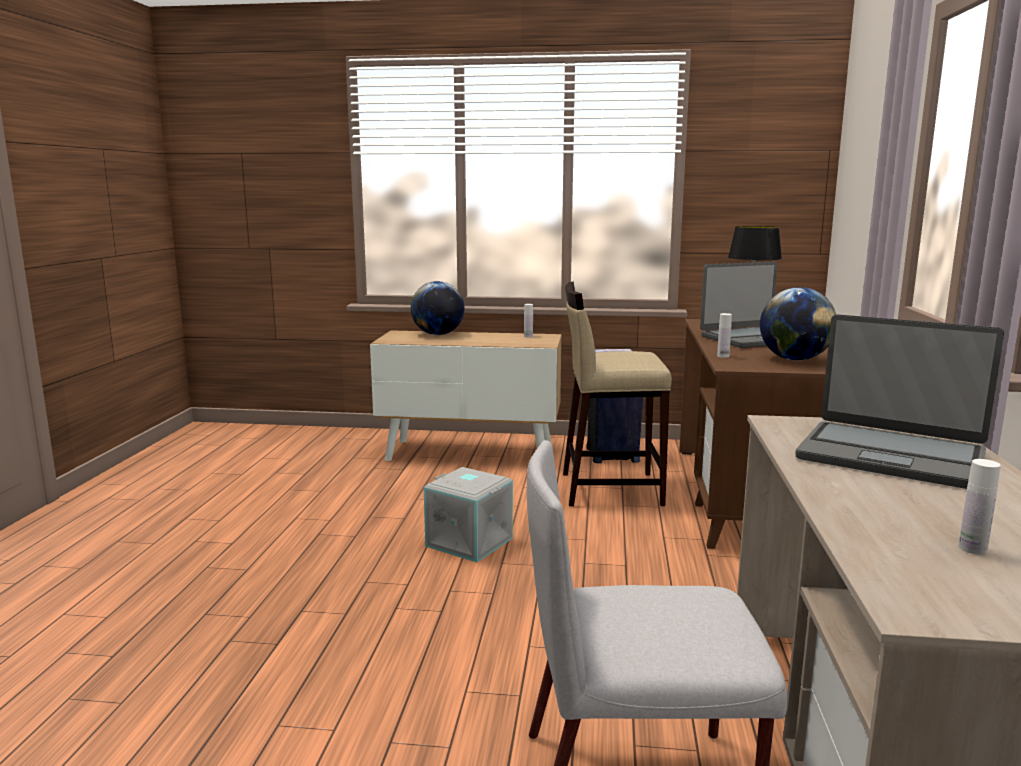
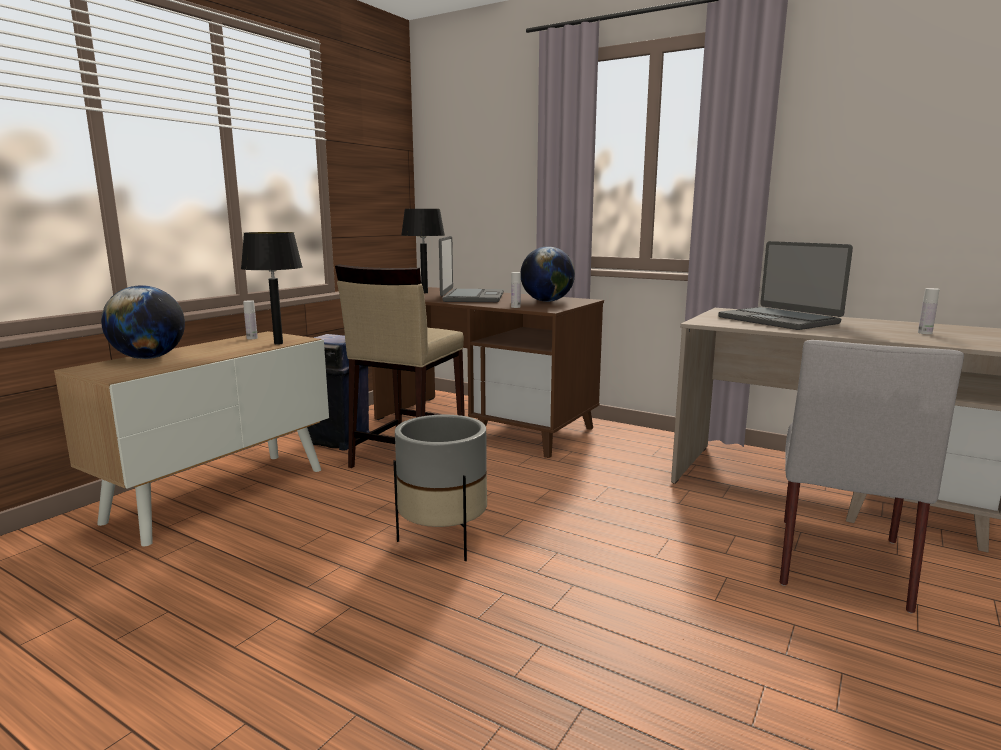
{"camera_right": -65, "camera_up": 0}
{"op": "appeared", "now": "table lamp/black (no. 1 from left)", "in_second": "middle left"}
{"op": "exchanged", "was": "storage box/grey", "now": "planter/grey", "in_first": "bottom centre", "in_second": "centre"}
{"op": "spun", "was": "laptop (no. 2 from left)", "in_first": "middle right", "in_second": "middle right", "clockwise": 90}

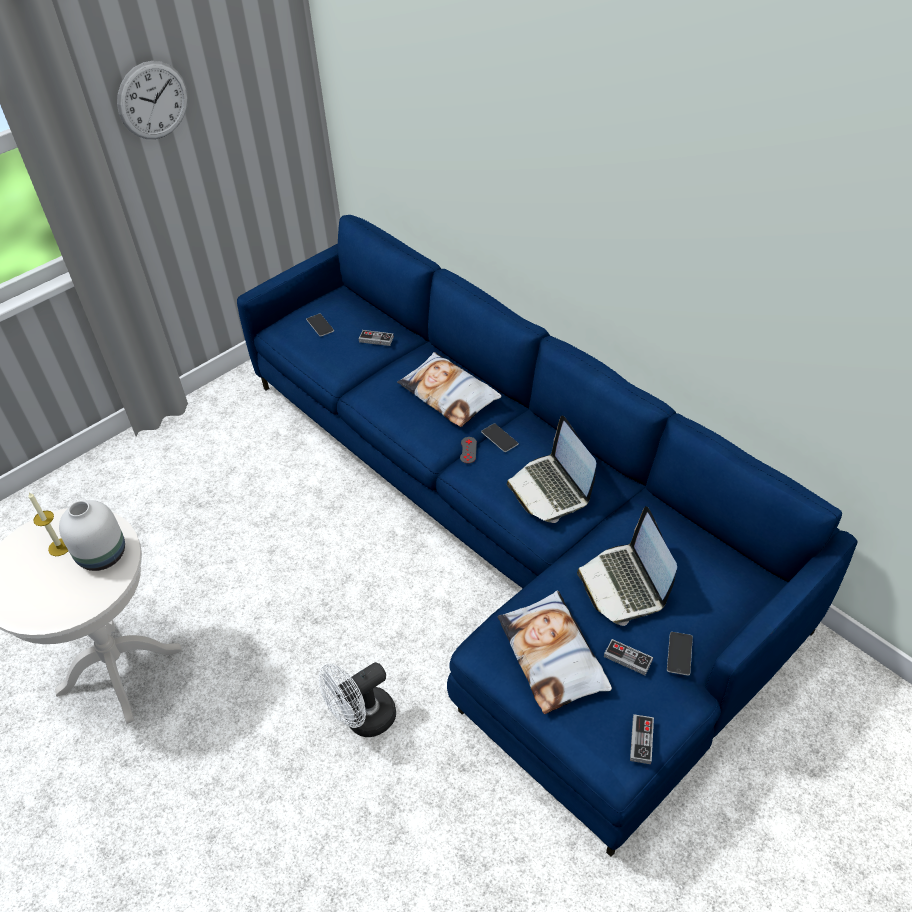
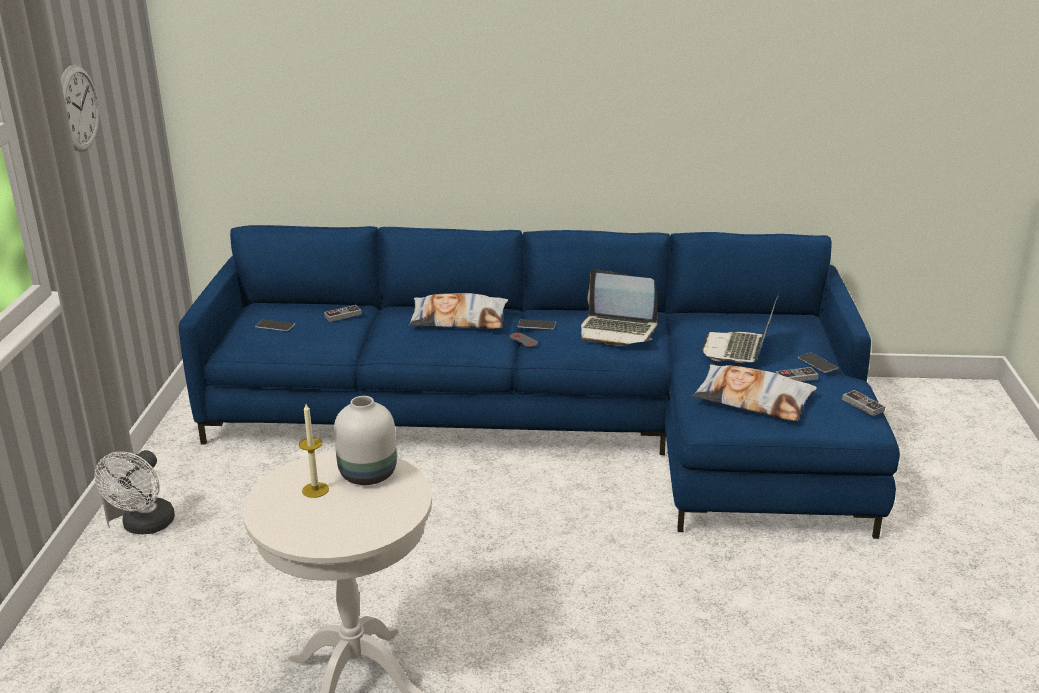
{"camera_right": -45, "camera_up": -20}
{"op": "relocated", "was": "fan/white", "in_first": "bottom centre", "in_second": "bottom left"}
{"op": "spun", "was": "laptop (no. 2 from left)", "in_first": "middle right", "in_second": "middle right", "clockwise": 75}

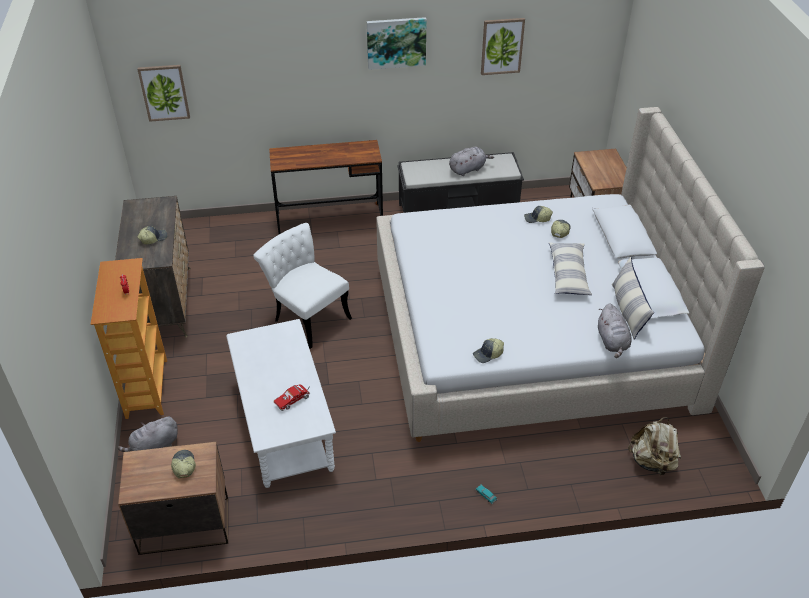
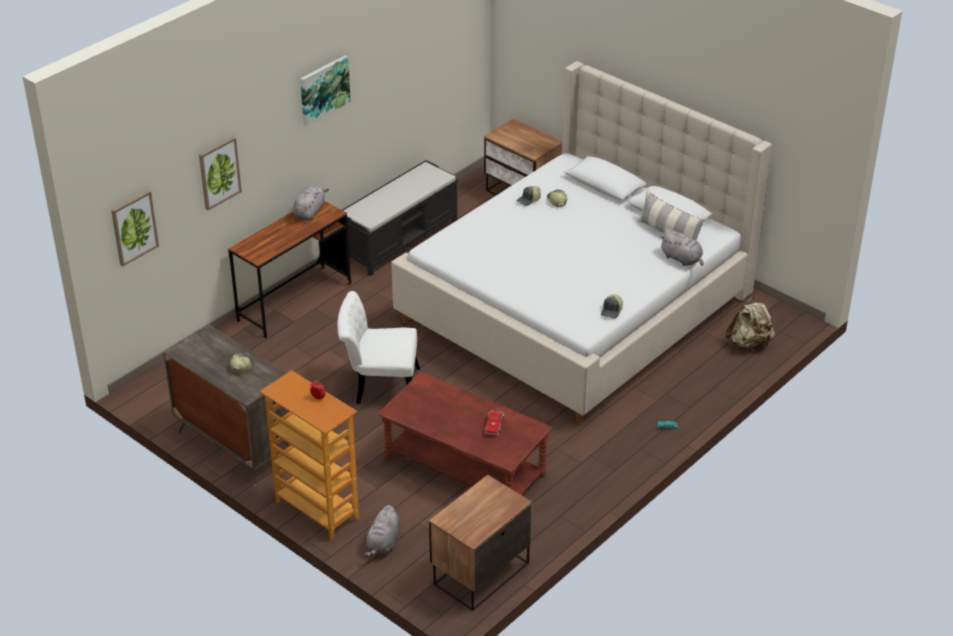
{"camera_right": -40, "camera_up": -5}
{"op": "missing", "was": "cap (no. 2 from left)", "in_first": "bottom left"}
{"op": "missing", "was": "pillow (no. 1 from left)", "in_first": "middle right"}
{"op": "relocated", "was": "plush toy/grey (no. 2 from left in the first image)", "now": "plush toy/grey (no. 1 from left)", "in_first": "top centre", "in_second": "top left"}
{"op": "relocated", "was": "picture (no. 3 from left in the first image)", "now": "picture (no. 2 from left)", "in_first": "top centre", "in_second": "top left"}
{"op": "colour", "was": "coffee table/white", "now": "coffee table/brown", "in_first": "bottom centre", "in_second": "bottom centre"}

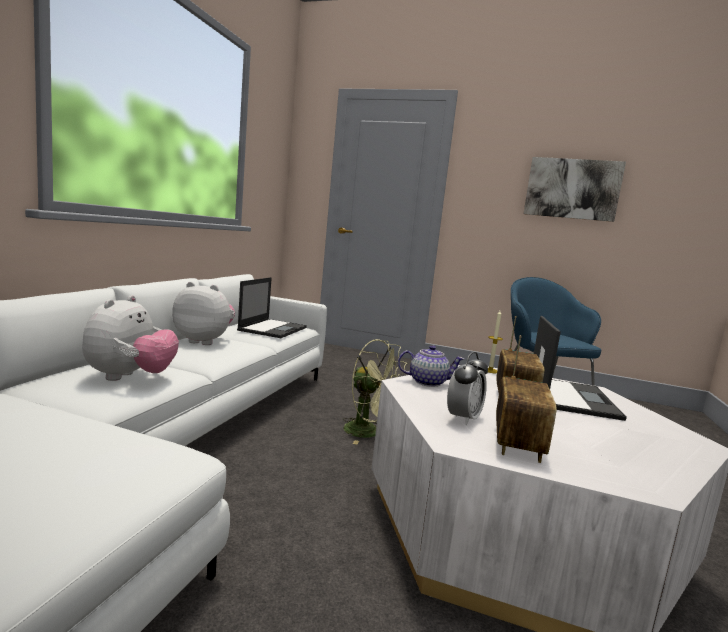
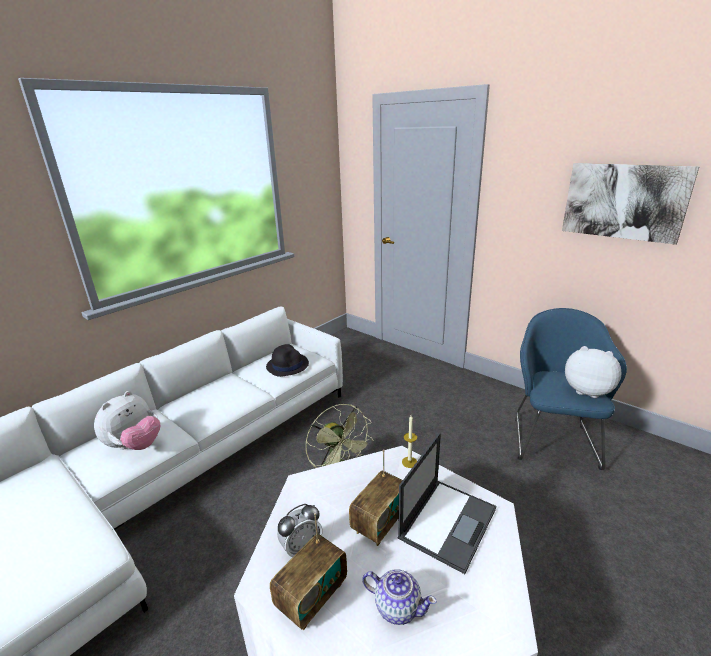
{"camera_right": 25, "camera_up": 15}
{"op": "relocated", "was": "plush toy (no. 2 from left)", "in_first": "middle left", "in_second": "middle right"}
{"op": "relocated", "was": "teapot", "in_first": "centre", "in_second": "bottom centre"}
{"op": "exchanged", "was": "laptop (no. 1 from left)", "now": "hat/black", "in_first": "centre", "in_second": "centre"}

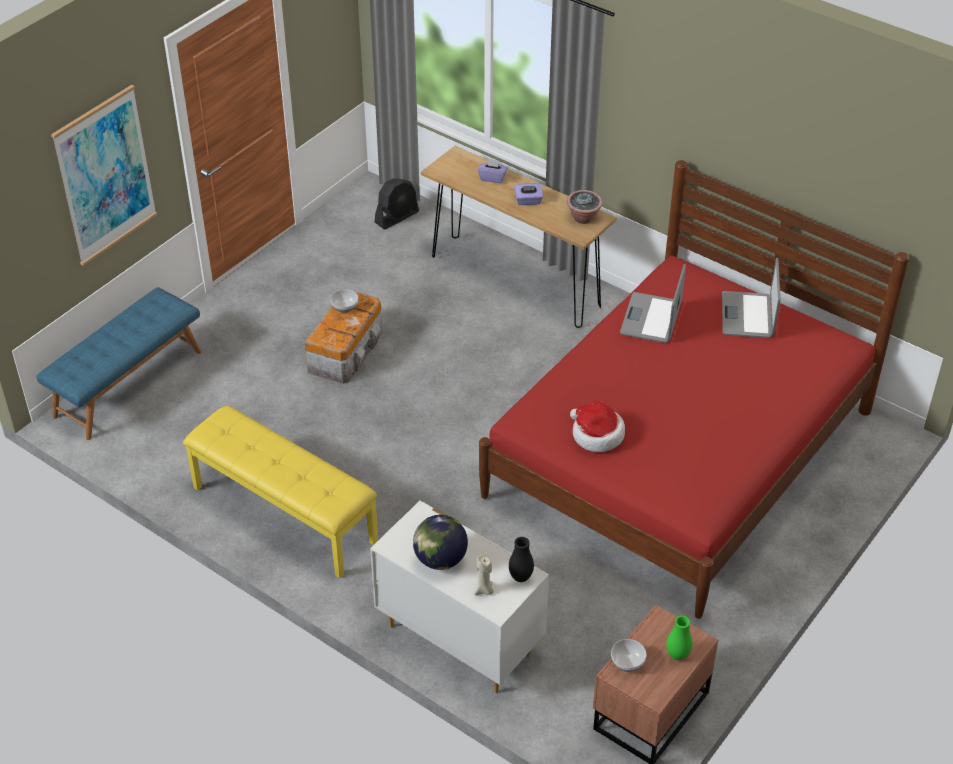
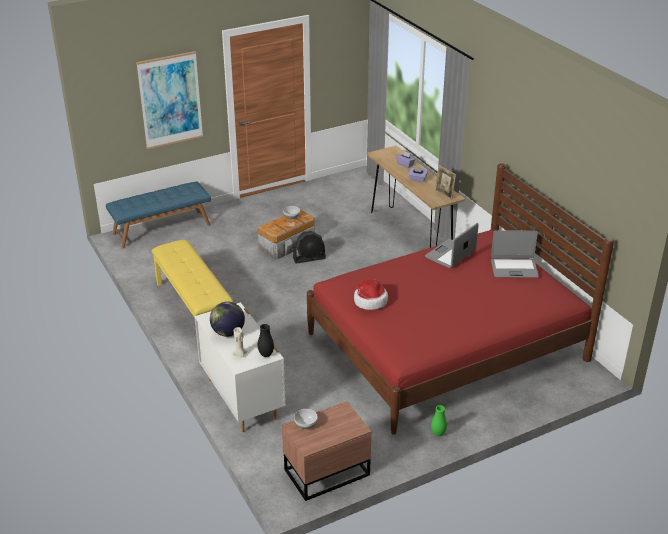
{"camera_right": 25, "camera_up": -10}
{"op": "relocated", "was": "fan/black", "in_first": "top centre", "in_second": "centre"}
{"op": "relocated", "was": "vase/green", "in_first": "bottom right", "in_second": "bottom centre"}
{"op": "exchanged", "was": "potted plant", "now": "picture frame", "in_first": "top centre", "in_second": "centre"}
{"op": "spun", "was": "laptop (no. 2 from left)", "in_first": "middle right", "in_second": "middle right", "clockwise": -120}

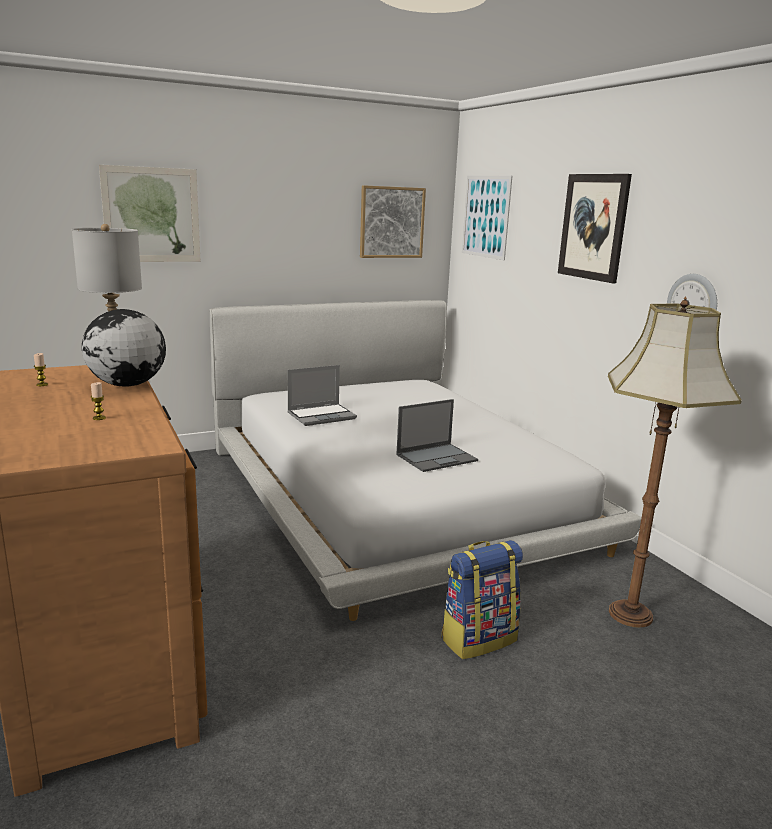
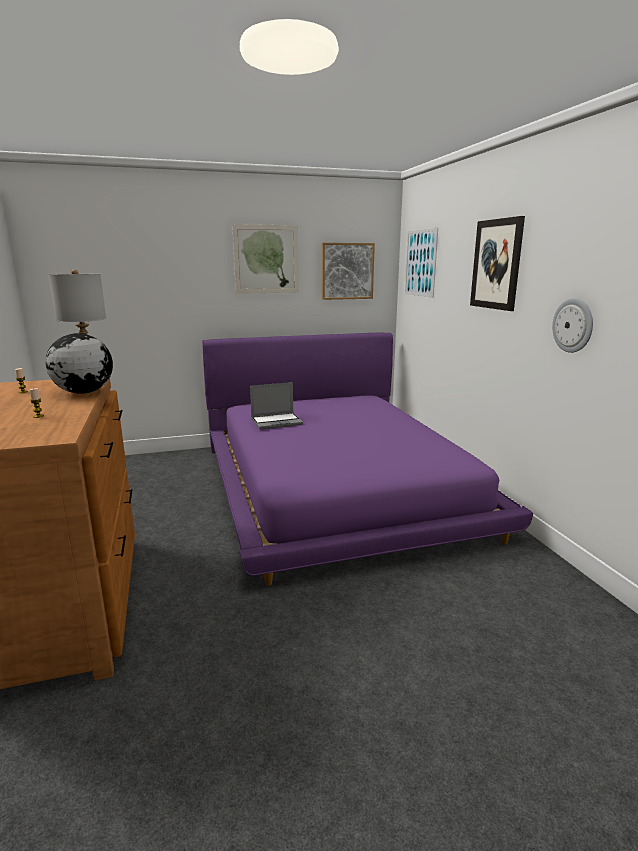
{"camera_right": 10, "camera_up": 0}
{"op": "missing", "was": "laptop (no. 2 from left)", "in_first": "centre"}
{"op": "missing", "was": "backpack", "in_first": "bottom centre"}
{"op": "missing", "was": "floor lamp", "in_first": "middle right"}
{"op": "relocated", "was": "picture (no. 1 from left)", "in_first": "top left", "in_second": "top centre"}
{"op": "colour", "was": "bed/white", "now": "bed/purple", "in_first": "centre", "in_second": "centre"}

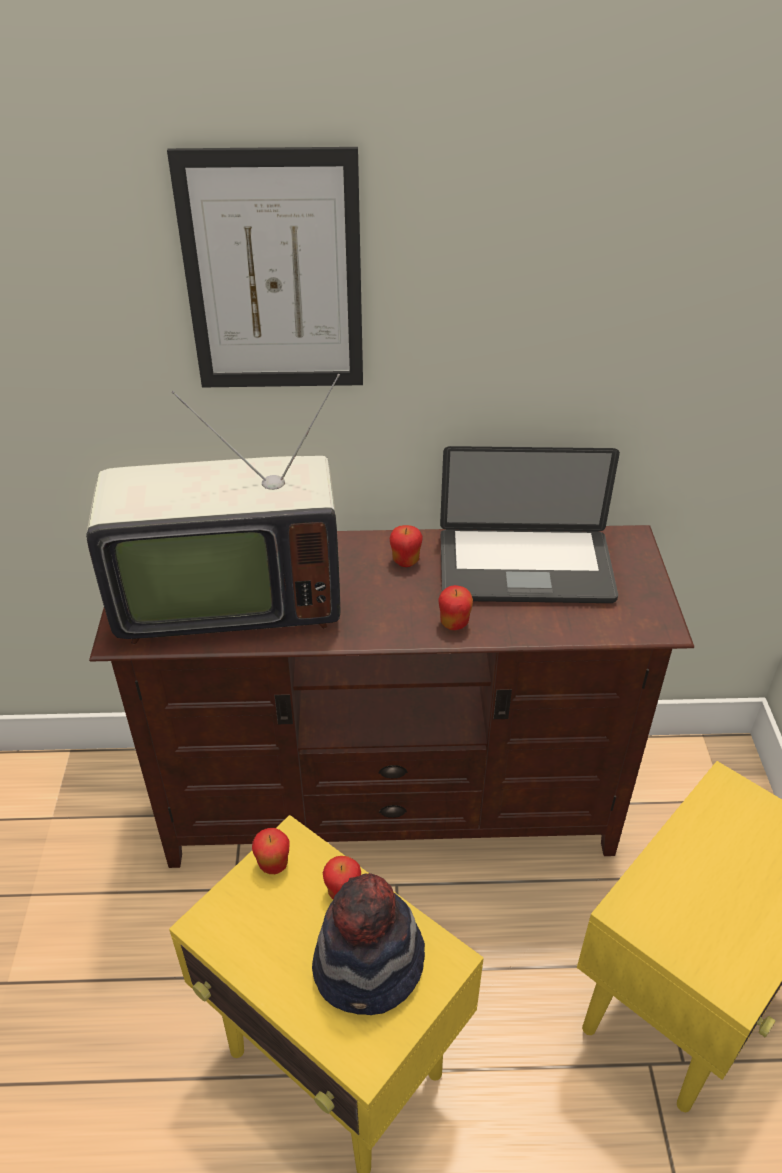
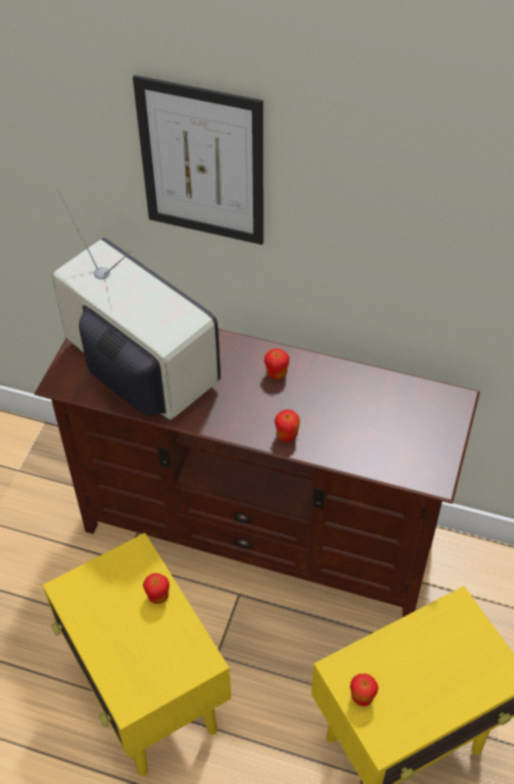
{"camera_right": 20, "camera_up": 10}
{"op": "missing", "was": "hat", "in_first": "bottom centre"}
{"op": "missing", "was": "laptop", "in_first": "middle right"}
{"op": "relocated", "was": "apple (no. 1 from left in the first image)", "now": "apple (no. 4 from left)", "in_first": "bottom centre", "in_second": "bottom right"}
{"op": "spun", "was": "television", "in_first": "middle left", "in_second": "middle left", "clockwise": -150}

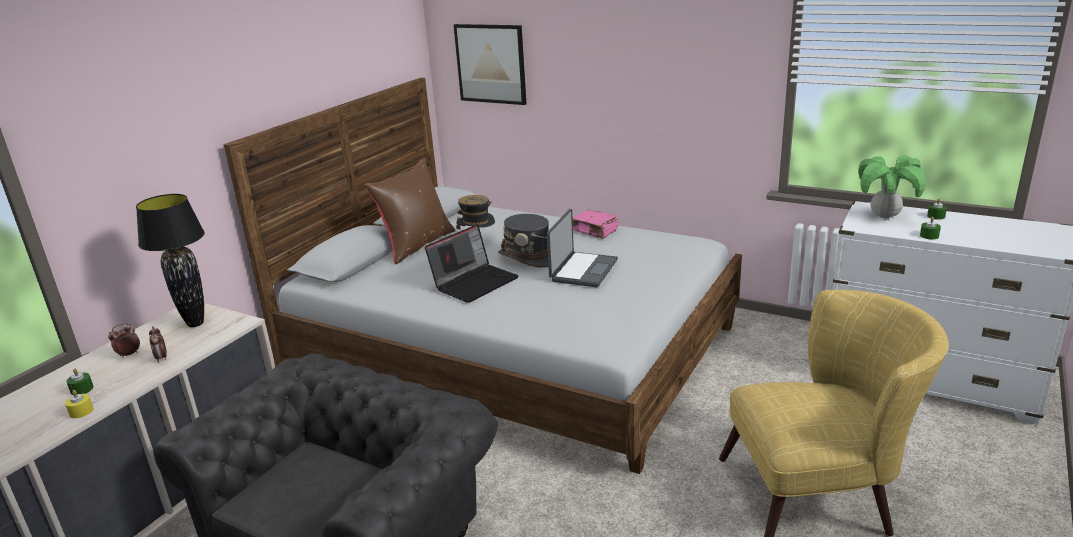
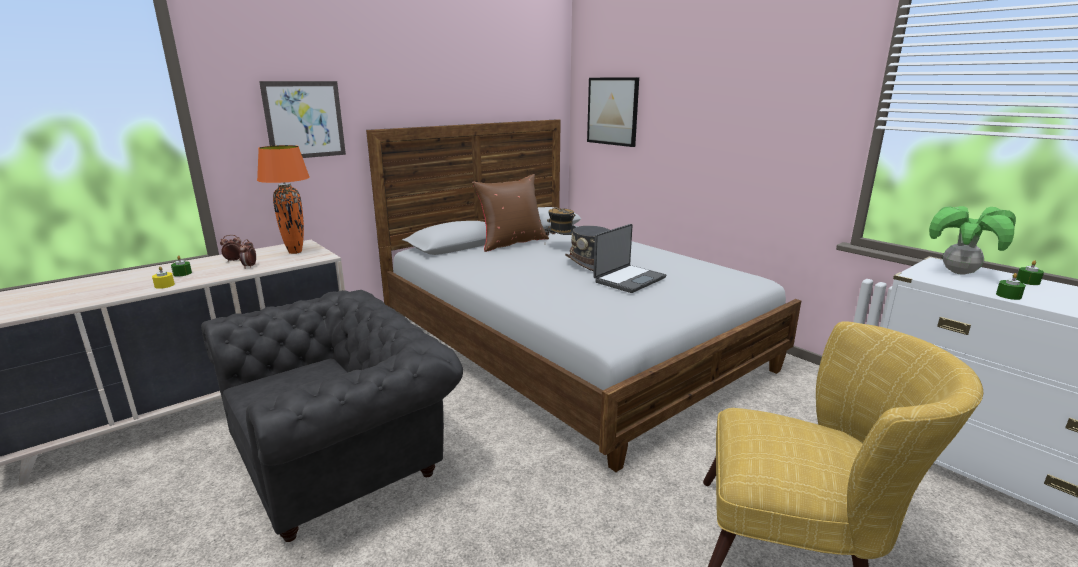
{"camera_right": 20, "camera_up": -5}
{"op": "missing", "was": "laptop (no. 1 from left)", "in_first": "centre"}
{"op": "missing", "was": "book/pink", "in_first": "centre"}
{"op": "appeared", "now": "picture (no. 1 from left)", "in_second": "top left"}
{"op": "colour", "was": "table lamp/black", "now": "table lamp/orange", "in_first": "middle left", "in_second": "middle left"}

